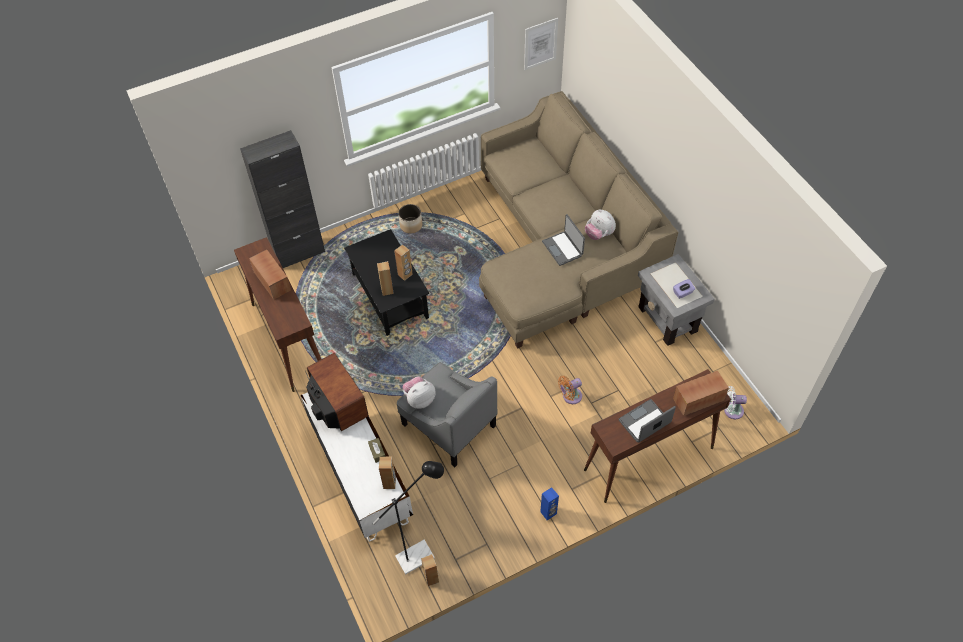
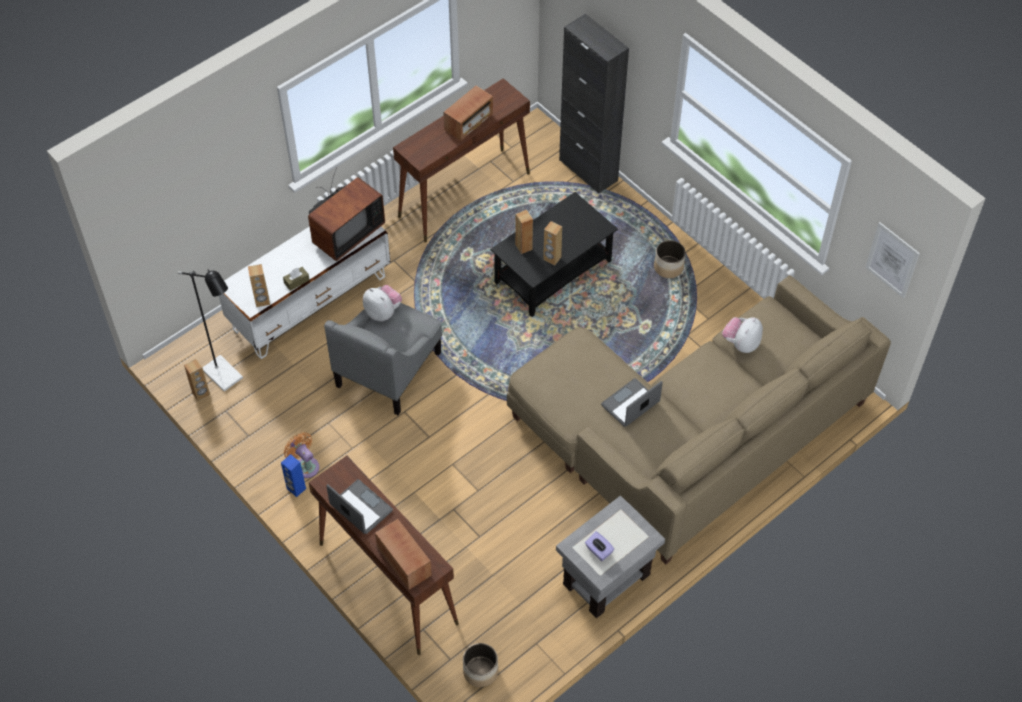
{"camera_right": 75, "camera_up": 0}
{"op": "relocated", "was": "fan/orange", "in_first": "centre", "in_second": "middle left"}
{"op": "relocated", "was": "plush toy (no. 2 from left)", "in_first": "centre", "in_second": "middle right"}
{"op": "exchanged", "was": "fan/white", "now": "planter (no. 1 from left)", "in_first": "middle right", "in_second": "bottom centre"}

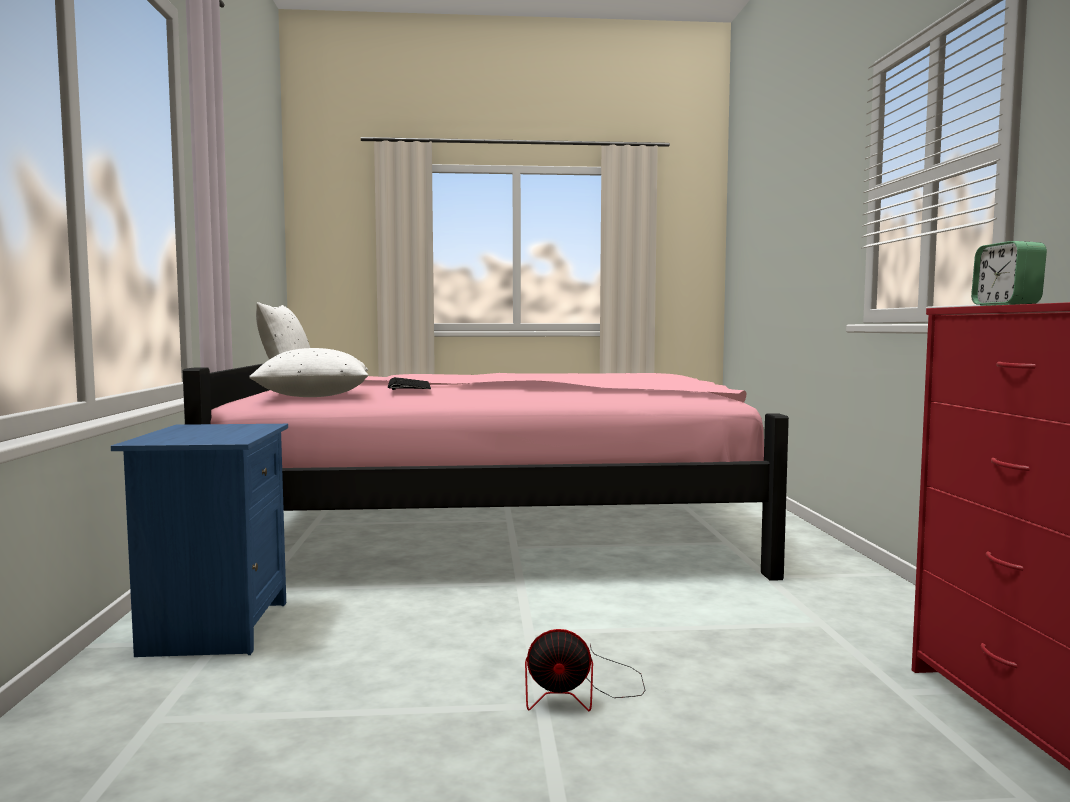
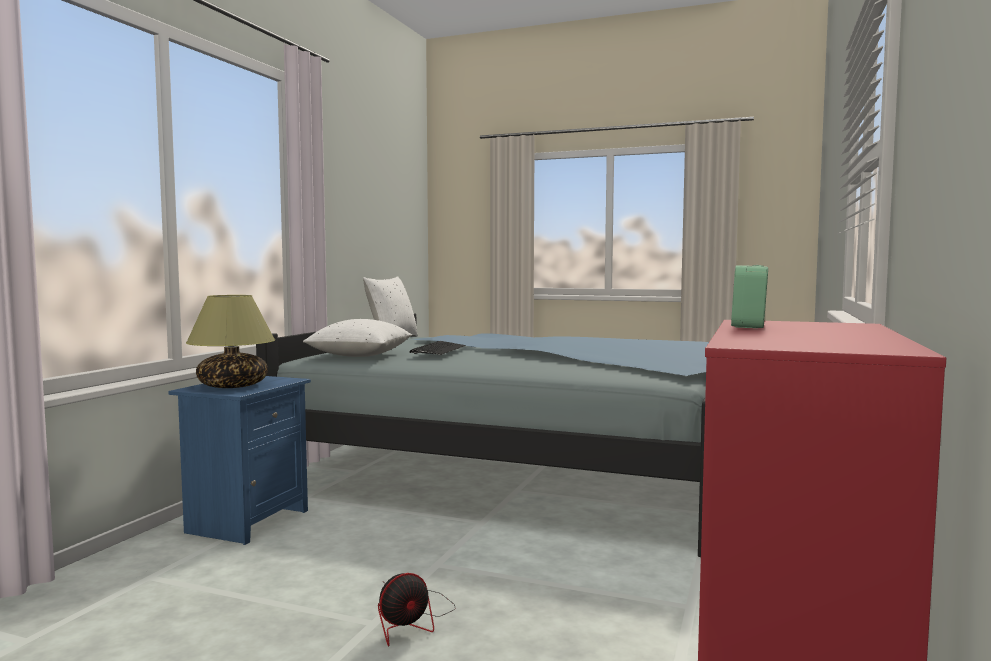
{"camera_right": 25, "camera_up": 0}
{"op": "appeared", "now": "table lamp", "in_second": "middle left"}
{"op": "colour", "was": "bed/pink", "now": "bed/blue", "in_first": "centre", "in_second": "centre"}
{"op": "spun", "was": "fan", "in_first": "bottom centre", "in_second": "bottom centre", "clockwise": -60}

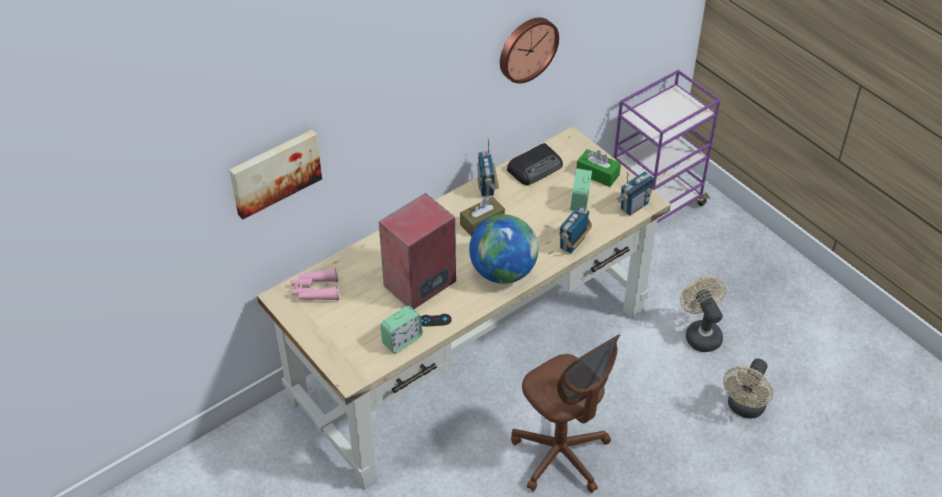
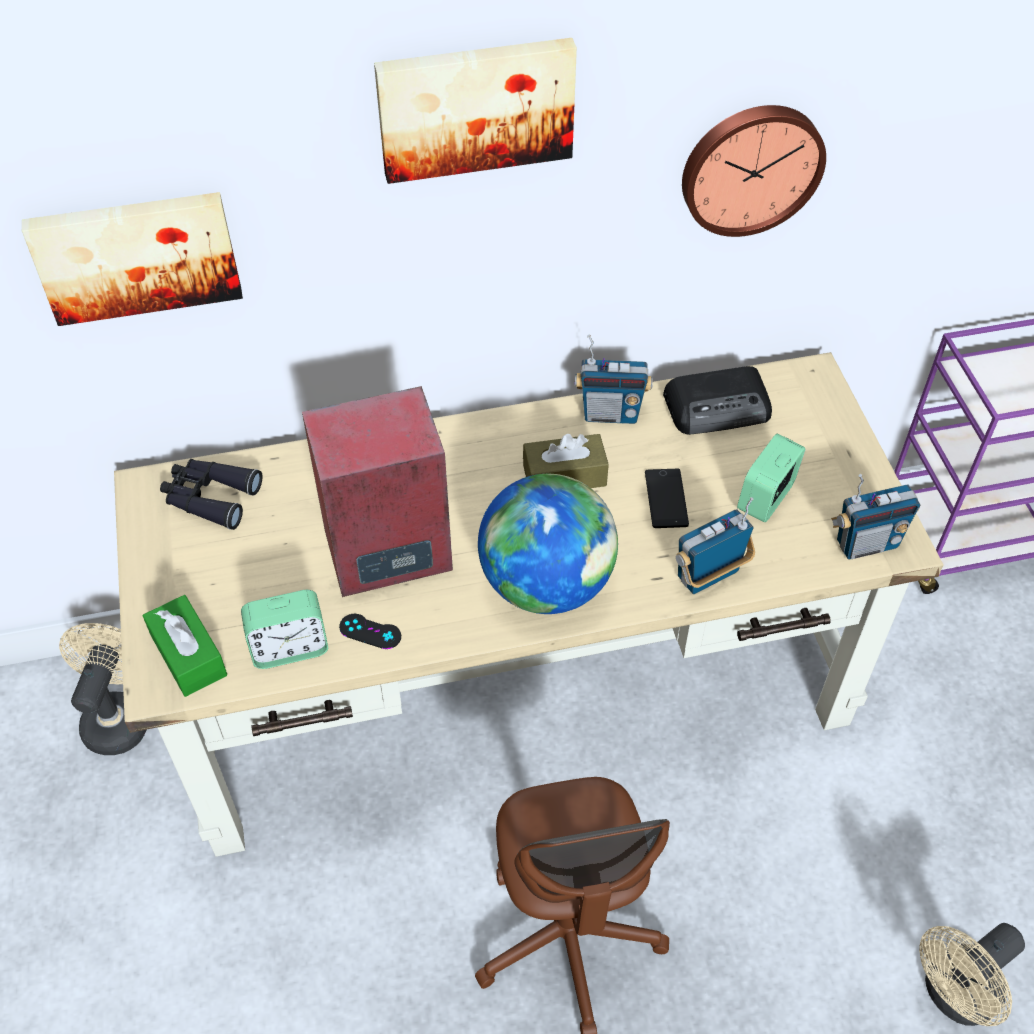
{"camera_right": 25, "camera_up": 5}
{"op": "appeared", "now": "picture (no. 2 from left)", "in_second": "top centre"}
{"op": "appeared", "now": "phone", "in_second": "centre"}
{"op": "relocated", "was": "tissue box/green", "in_first": "centre", "in_second": "middle left"}
{"op": "relocated", "was": "fan/beige (no. 1 from left)", "in_first": "middle right", "in_second": "middle left"}
{"op": "colour", "was": "binoculars/pink", "now": "binoculars/black", "in_first": "centre", "in_second": "middle left"}
{"op": "spun", "was": "radio (no. 1 from left)", "in_first": "centre", "in_second": "centre", "clockwise": -105}

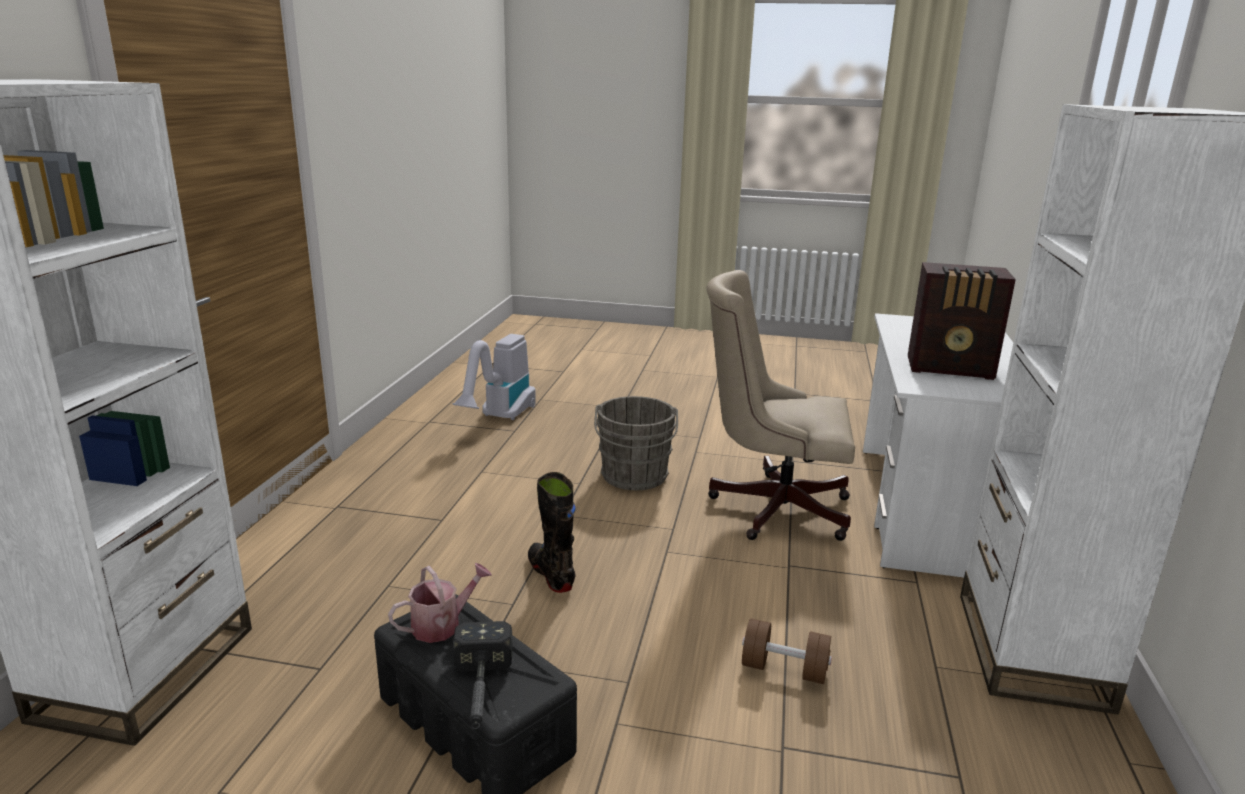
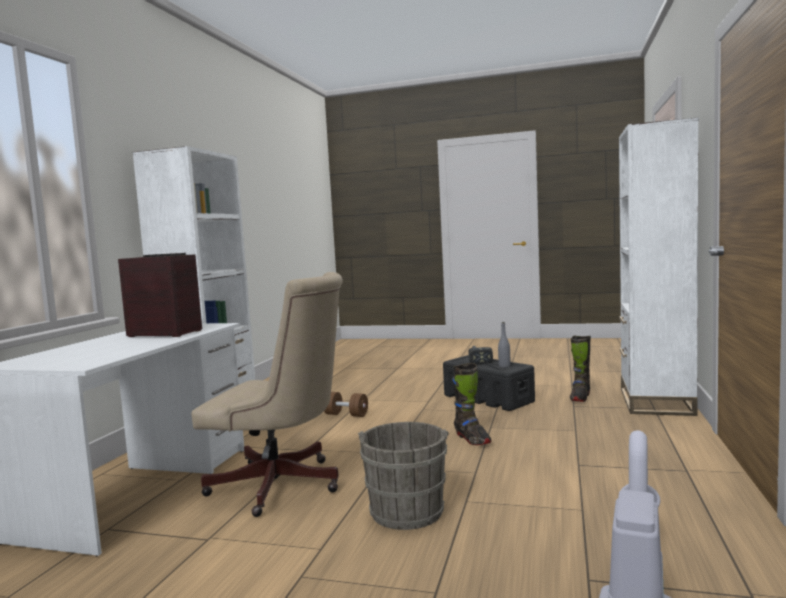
{"camera_right": -175, "camera_up": -15}
{"op": "appeared", "now": "boot/black (no. 2 from left)", "in_second": "middle right"}
{"op": "exchanged", "was": "watering can", "now": "bottle/grey", "in_first": "bottom centre", "in_second": "centre"}

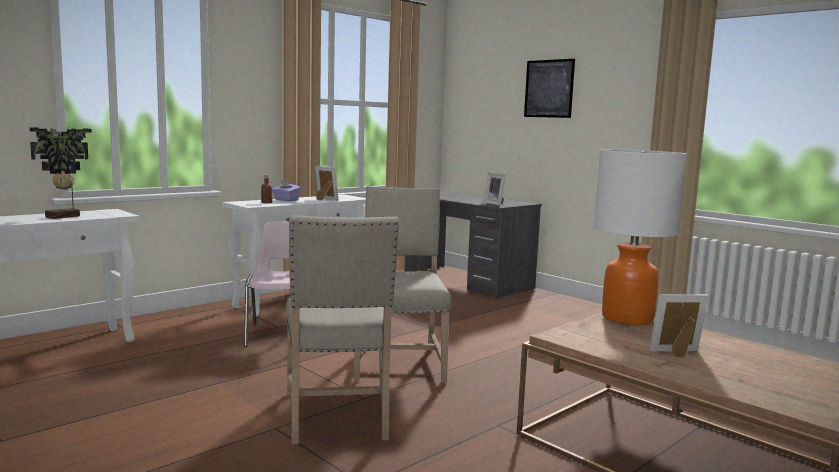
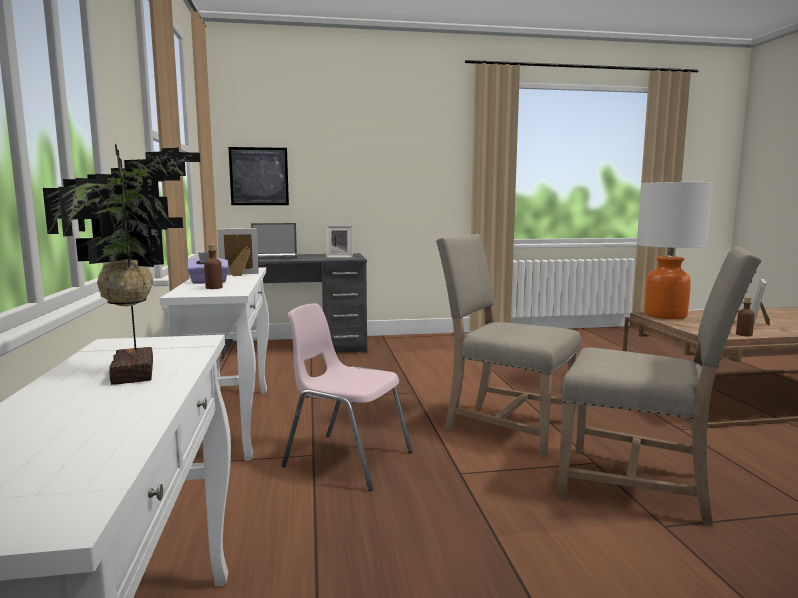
{"camera_right": -55, "camera_up": 0}
{"op": "appeared", "now": "laptop", "in_second": "centre"}
{"op": "appeared", "now": "bottle/brown (no. 2 from left)", "in_second": "middle right"}
{"op": "relocated", "was": "picture", "in_first": "top centre", "in_second": "top left"}

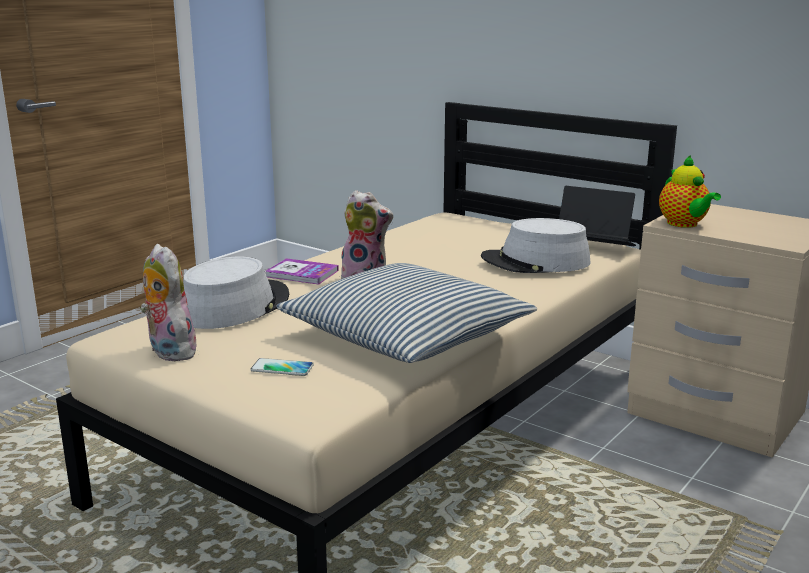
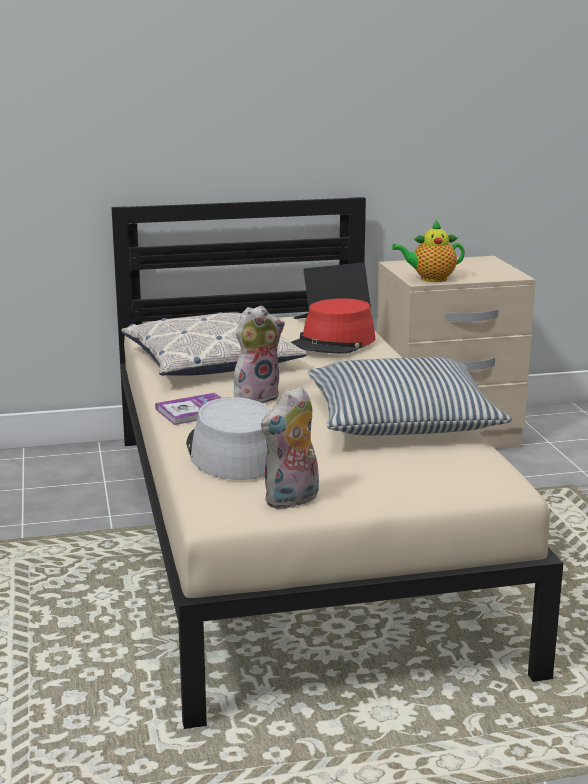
{"camera_right": -50, "camera_up": 0}
{"op": "missing", "was": "phone", "in_first": "centre"}
{"op": "appeared", "now": "pillow (no. 1 from left)", "in_second": "centre"}
{"op": "colour", "was": "hat/grey (no. 2 from left)", "now": "hat/red", "in_first": "centre", "in_second": "centre"}
{"op": "spun", "was": "plush toy (no. 1 from left in the first image)", "in_first": "middle left", "in_second": "centre", "clockwise": -45}
{"op": "spun", "was": "teapot", "in_first": "middle right", "in_second": "top right", "clockwise": 150}

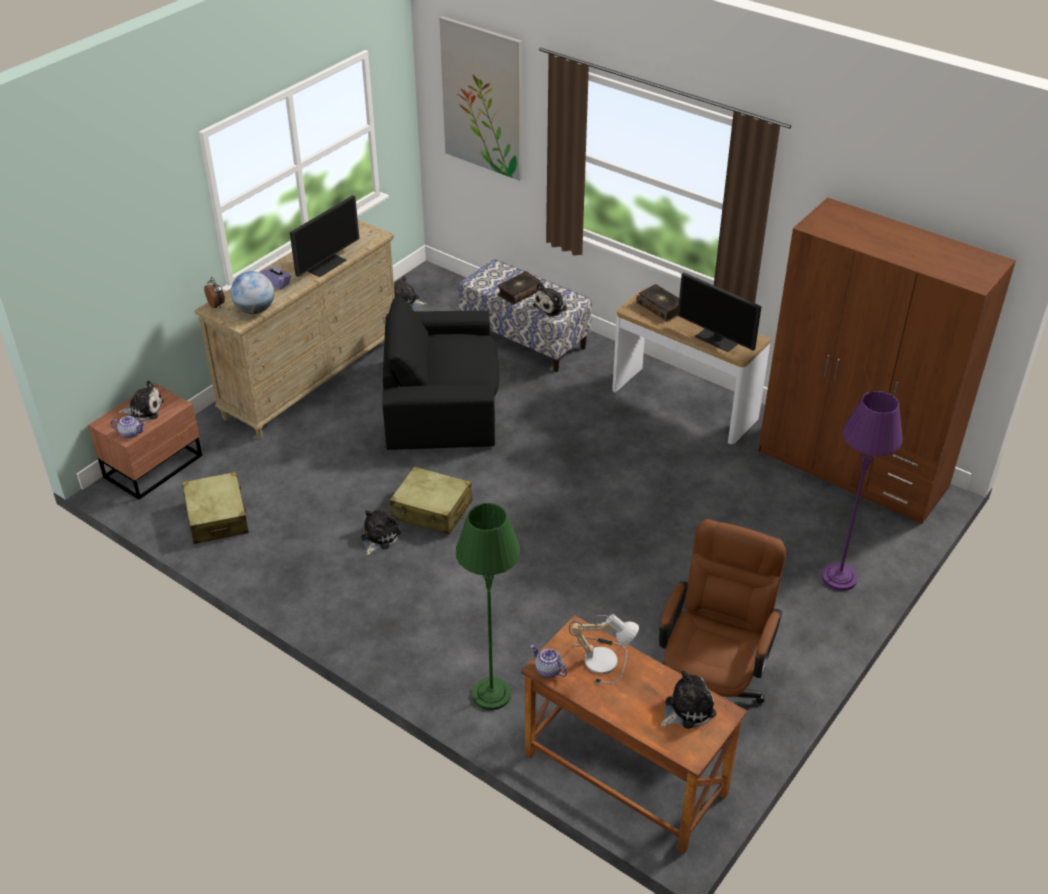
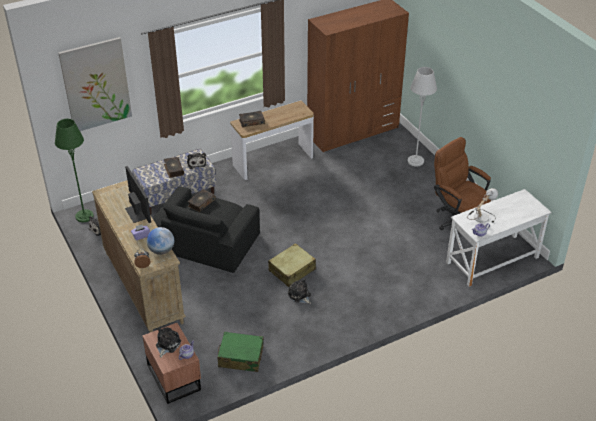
{"camera_right": -65, "camera_up": 0}
{"op": "missing", "was": "plush toy (no. 5 from left)", "in_first": "bottom centre"}
{"op": "missing", "was": "monitor (no. 2 from left)", "in_first": "middle right"}
{"op": "appeared", "now": "book (no. 2 from left)", "in_second": "centre"}
{"op": "relocated", "was": "floor lamp/green", "in_first": "bottom centre", "in_second": "middle left"}
{"op": "colour", "was": "suitcase/beige (no. 1 from left)", "now": "suitcase/green", "in_first": "middle left", "in_second": "bottom centre"}
{"op": "colour", "was": "desk/brown", "now": "desk/white", "in_first": "bottom centre", "in_second": "middle right"}
{"op": "colour", "was": "floor lamp/purple", "now": "floor lamp/grey", "in_first": "middle right", "in_second": "top right"}

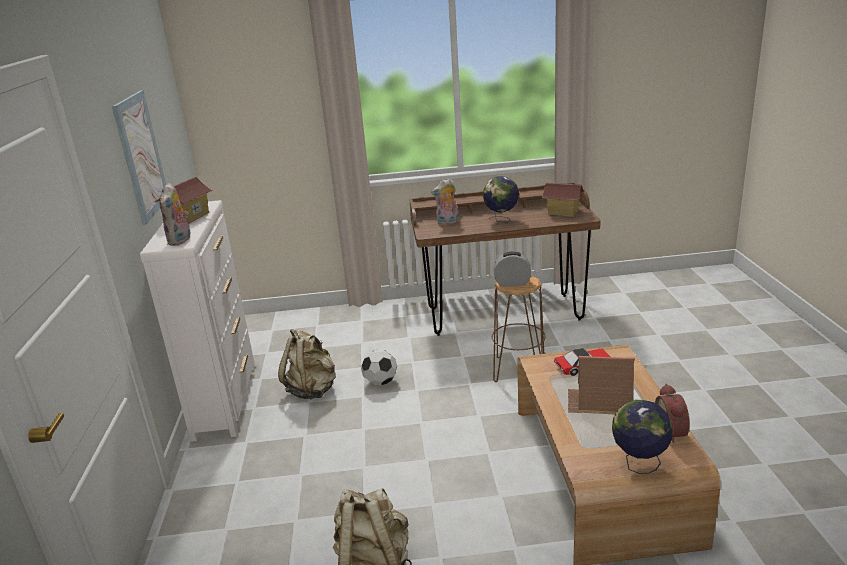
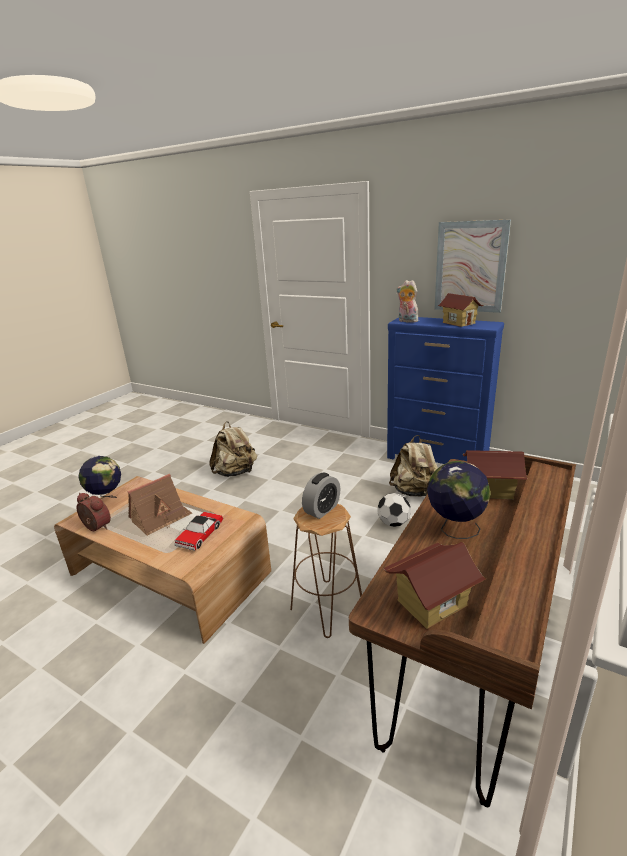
{"camera_right": 125, "camera_up": 0}
{"op": "exchanged", "was": "plush toy (no. 2 from left)", "now": "toy house (no. 4 from left)", "in_first": "centre", "in_second": "middle right"}
{"op": "colour", "was": "dresser/white", "now": "dresser/blue", "in_first": "middle left", "in_second": "middle right"}

